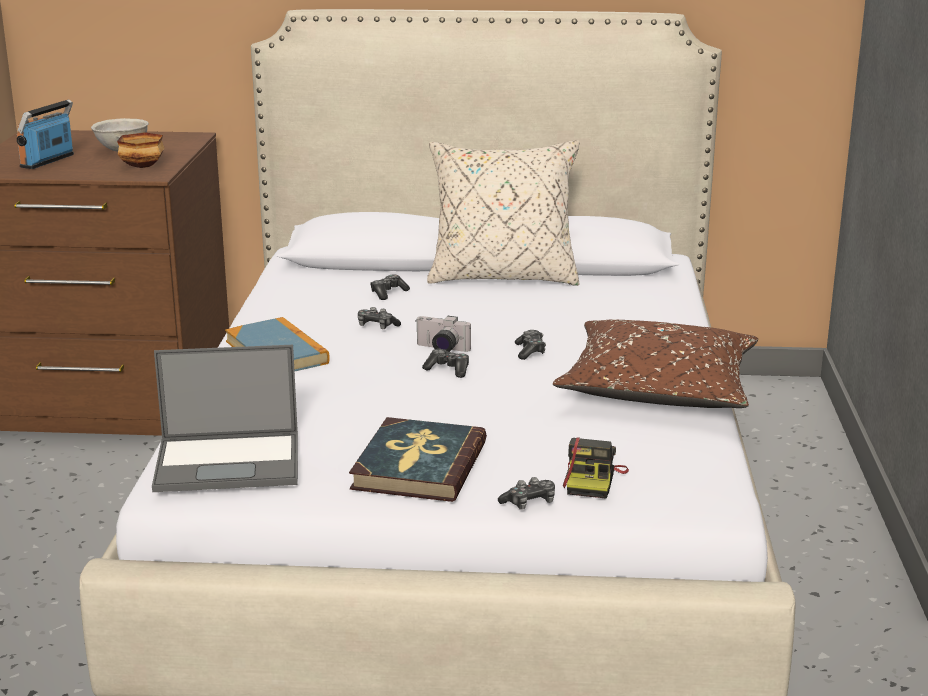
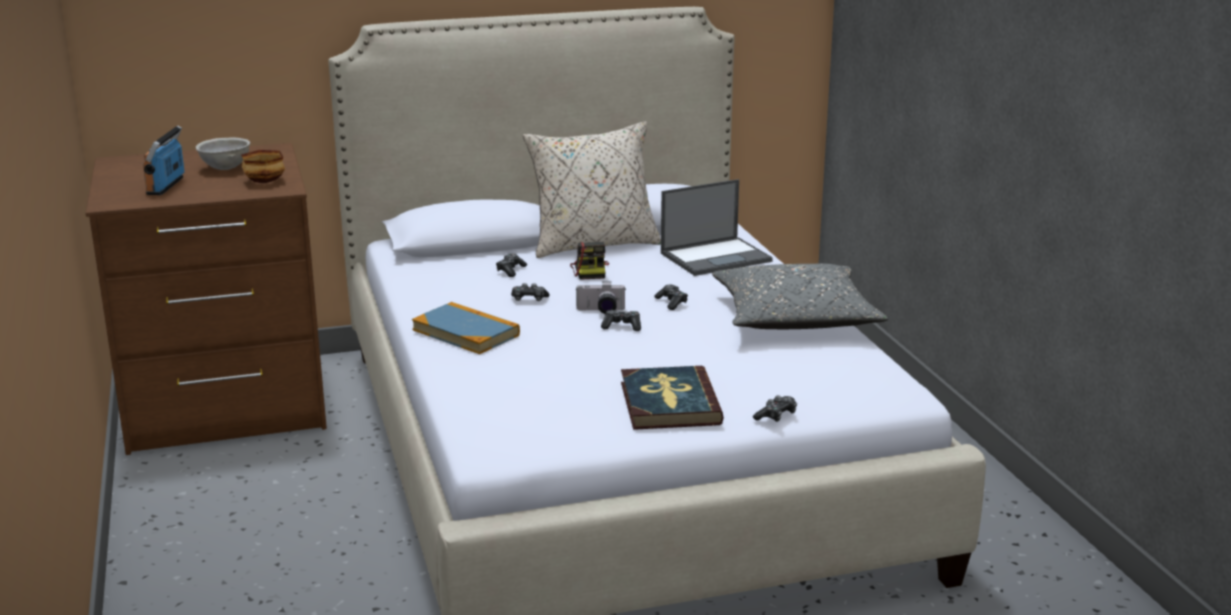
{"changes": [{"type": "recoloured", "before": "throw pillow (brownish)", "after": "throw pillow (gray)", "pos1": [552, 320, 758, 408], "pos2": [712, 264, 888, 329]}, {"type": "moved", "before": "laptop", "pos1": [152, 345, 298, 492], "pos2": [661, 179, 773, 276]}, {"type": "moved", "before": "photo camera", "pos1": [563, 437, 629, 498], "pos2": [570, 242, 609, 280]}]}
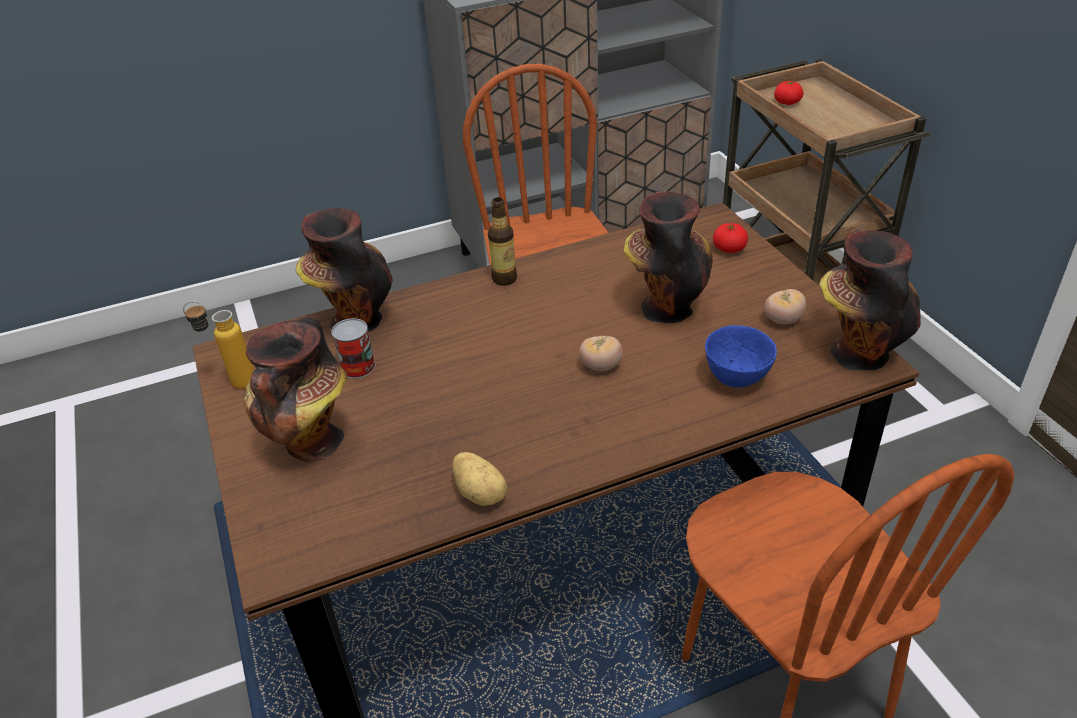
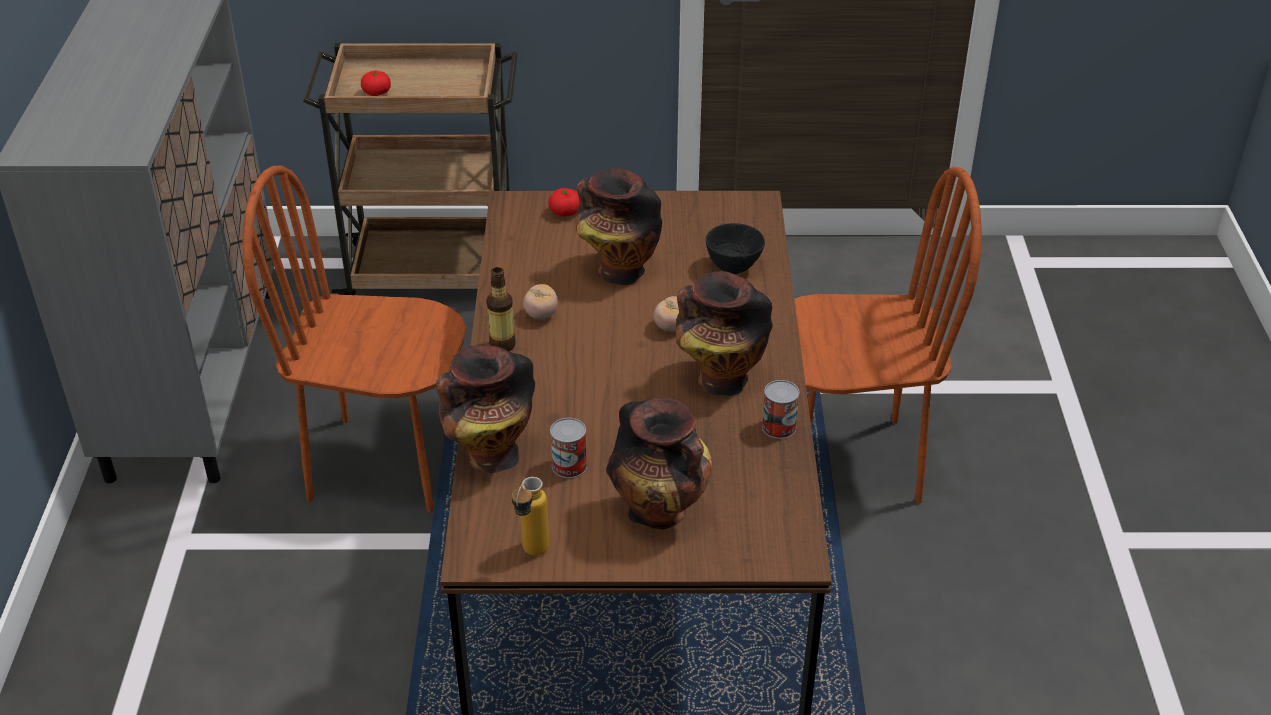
{"changes": [{"type": "moved", "before": "flower vase", "pos1": [819, 230, 921, 370], "pos2": [676, 271, 773, 396]}, {"type": "moved", "before": "tomato", "pos1": [765, 289, 806, 324], "pos2": [523, 284, 558, 320]}, {"type": "recoloured", "before": "deep dish (blue)", "after": "deep dish (black)", "pos1": [705, 325, 777, 387], "pos2": [706, 223, 765, 274]}, {"type": "replaced", "before": "potato", "after": "sealed can", "pos1": [452, 452, 508, 506], "pos2": [762, 380, 800, 439]}]}
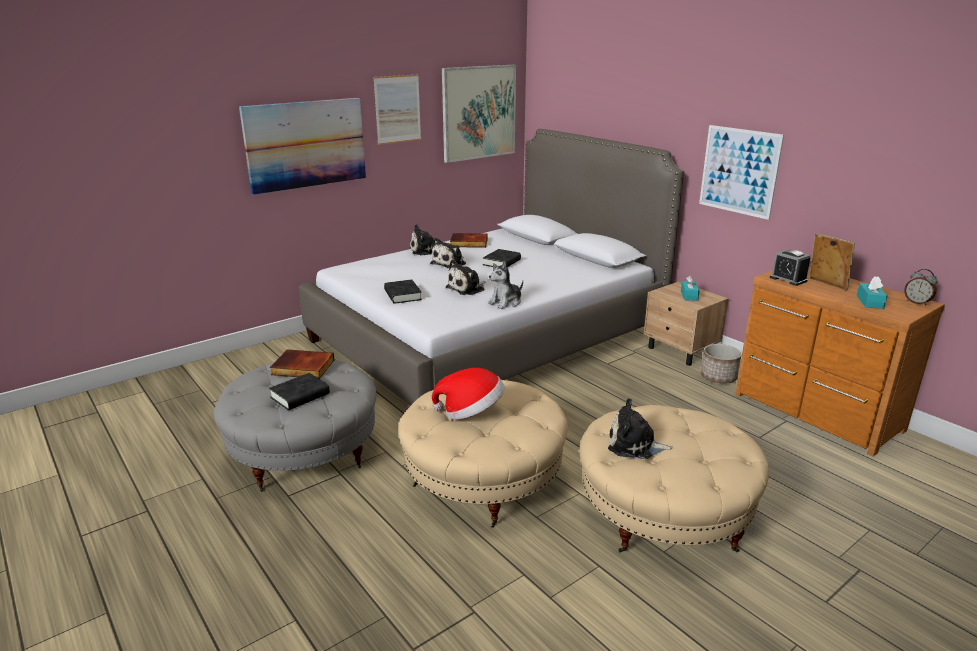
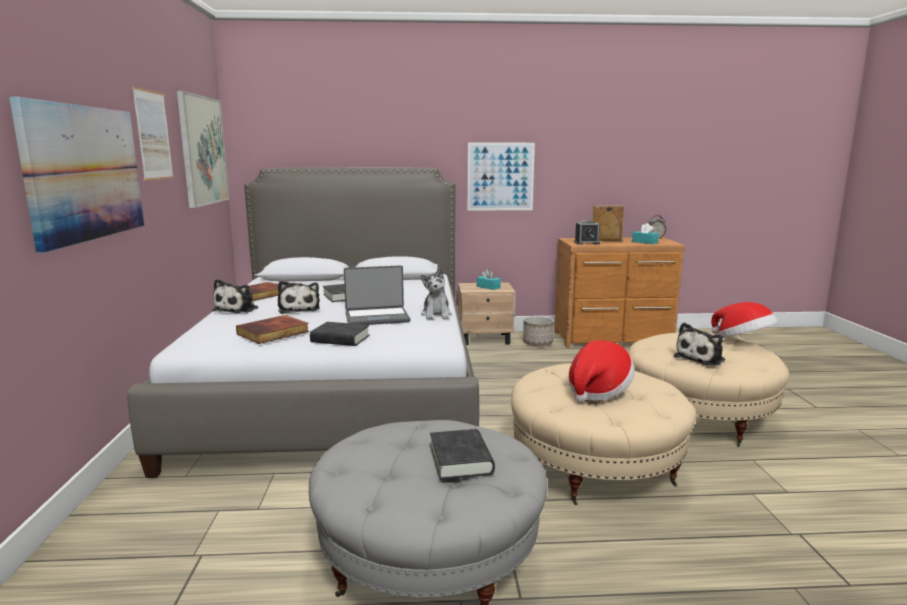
{"changes": [{"type": "replaced", "before": "soft toy", "after": "laptop", "pos1": [445, 260, 486, 295], "pos2": [344, 265, 410, 325]}, {"type": "moved", "before": "bound book", "pos1": [270, 349, 334, 379], "pos2": [236, 315, 309, 344]}, {"type": "added", "after": "wearable hat", "pos2": [711, 302, 778, 338]}]}
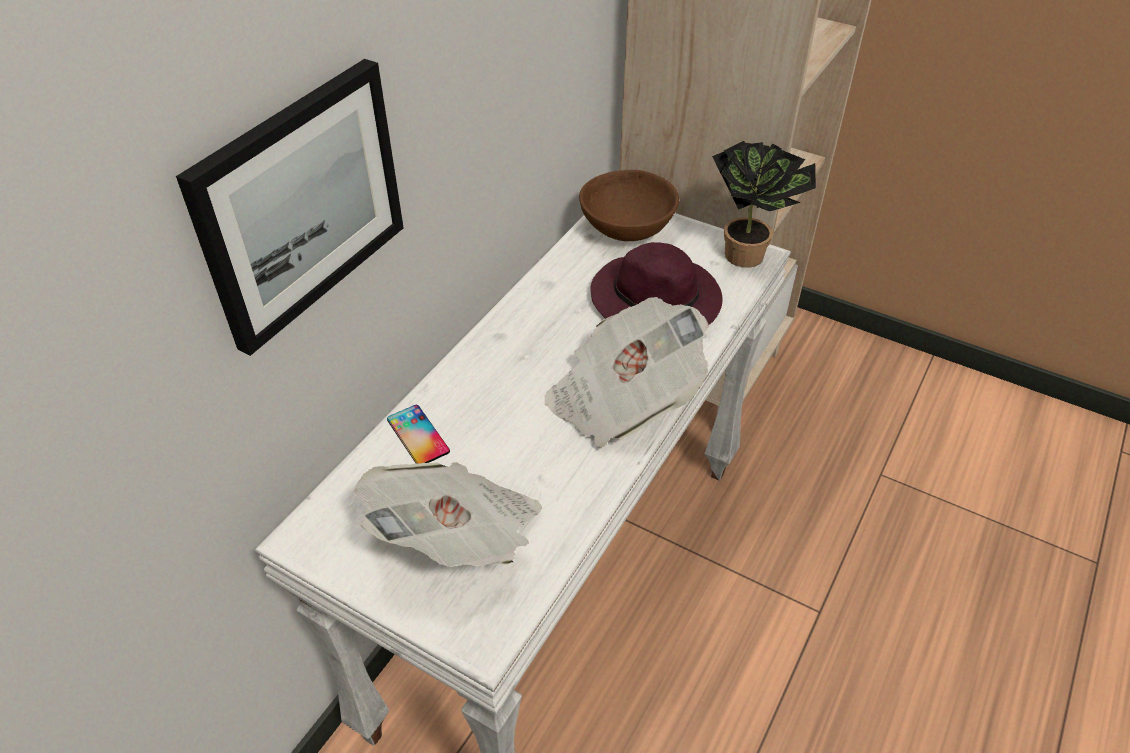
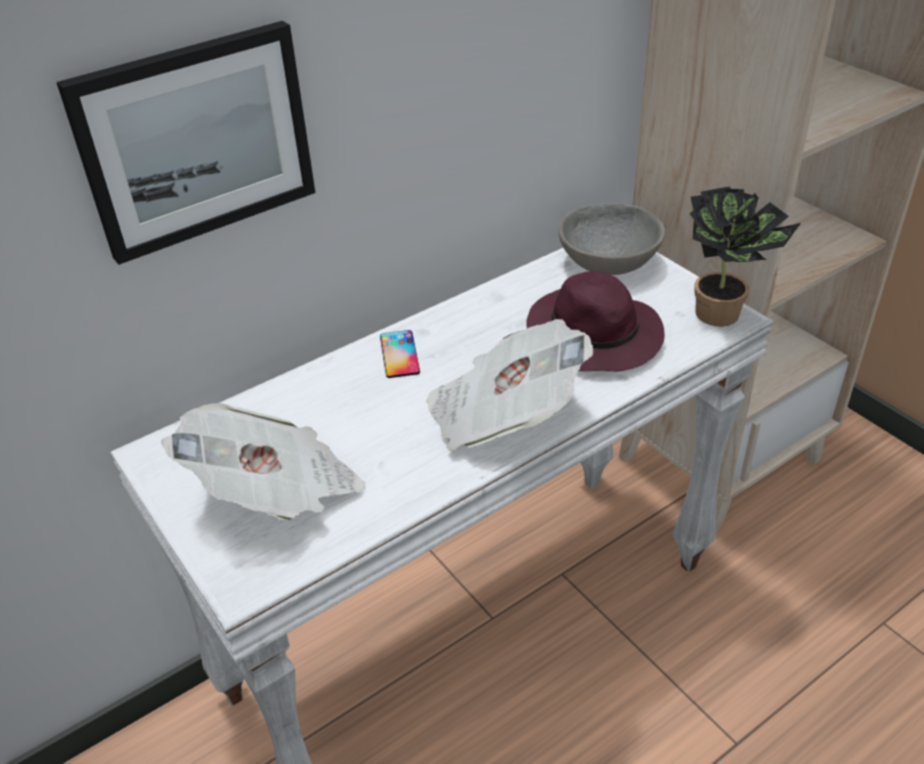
{"changes": [{"type": "recoloured", "before": "deep dish (brownish)", "after": "deep dish (gray)", "pos1": [579, 170, 679, 241], "pos2": [558, 203, 665, 275]}, {"type": "moved", "before": "phone", "pos1": [387, 405, 450, 464], "pos2": [380, 330, 420, 378]}]}
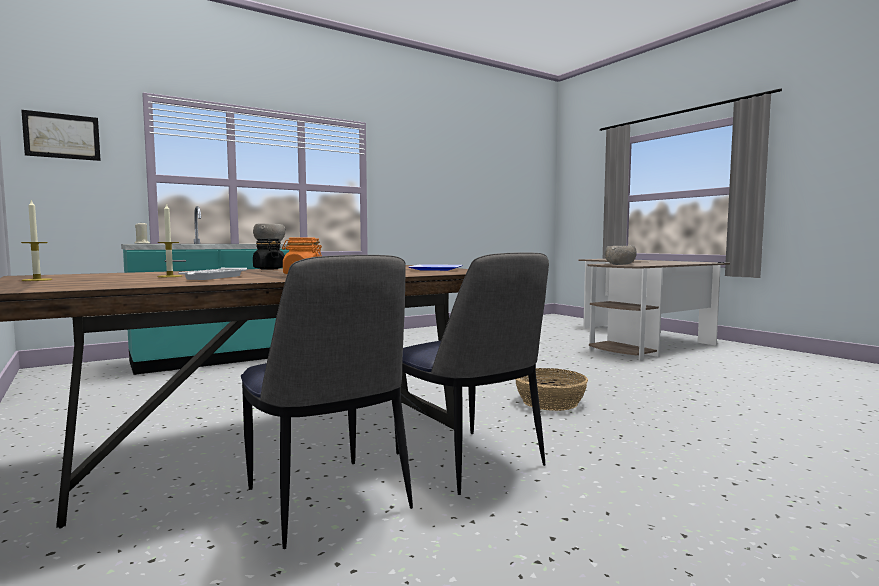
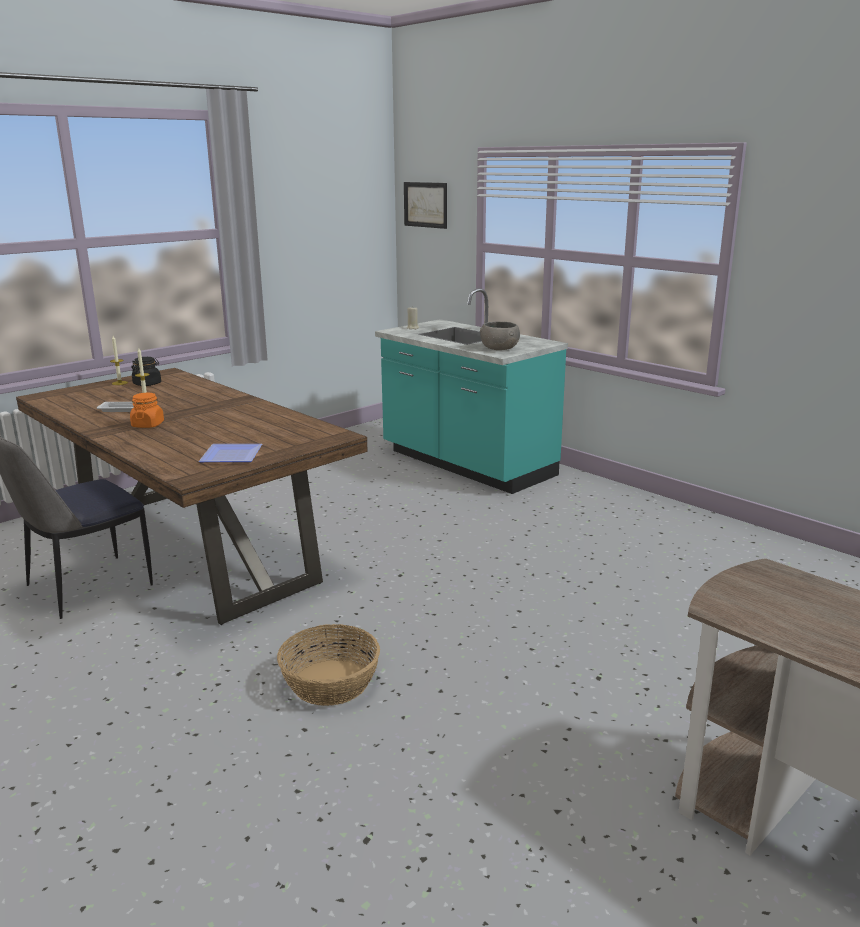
{"changes": [{"type": "moved", "before": "storage jar (black)", "pos1": [253, 238, 285, 270], "pos2": [131, 357, 161, 386]}, {"type": "removed", "before": "deep dish (gray)", "pos1": [605, 246, 637, 265]}, {"type": "removed", "before": "chair", "pos1": [394, 252, 549, 495]}]}
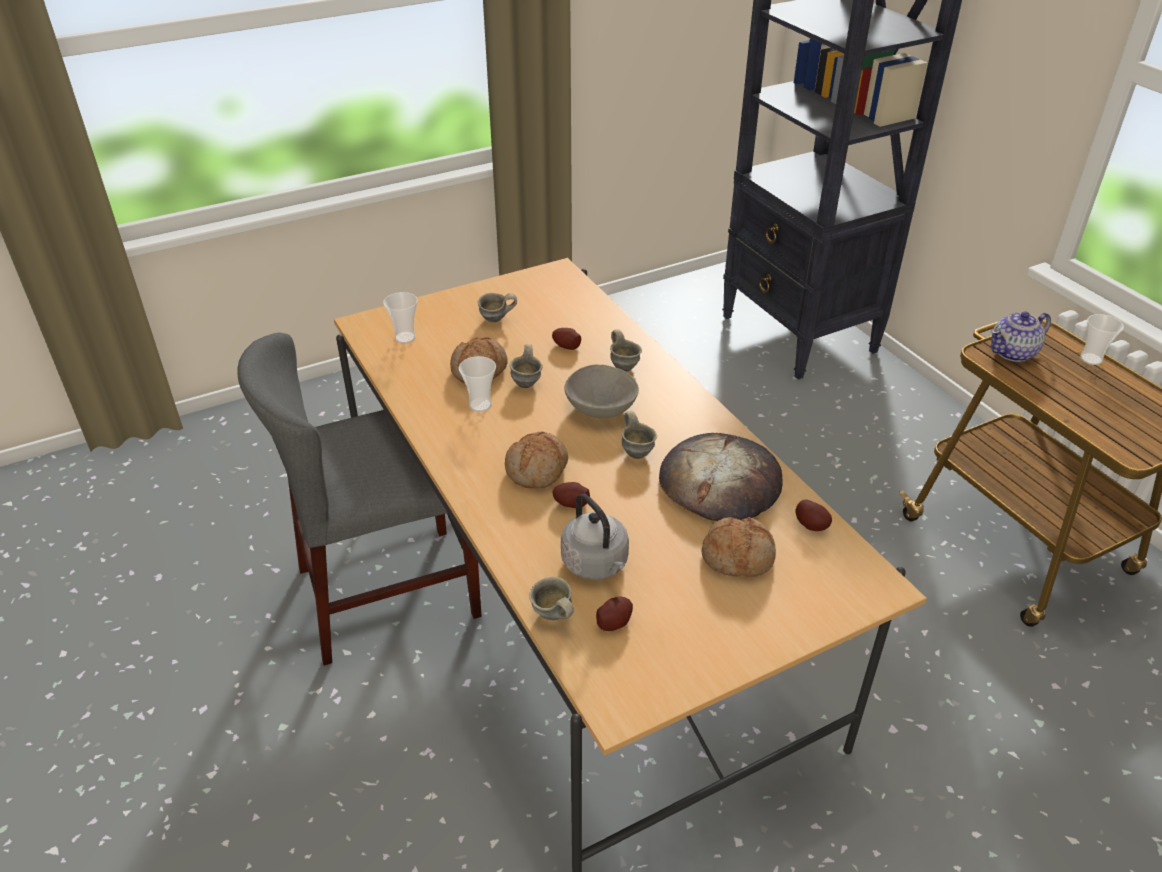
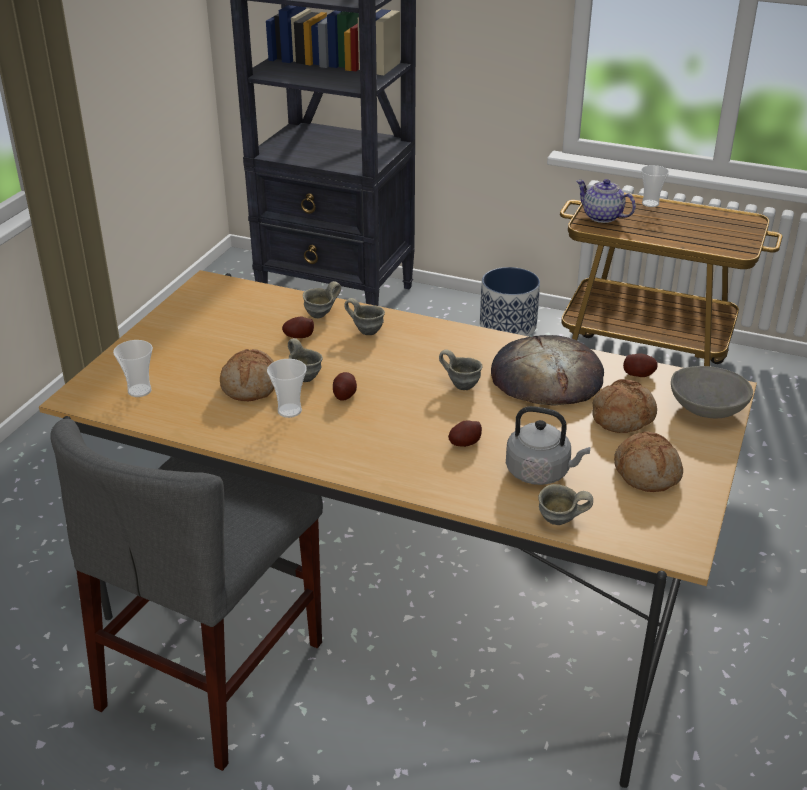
{"changes": [{"type": "moved", "before": "tea mug (gray)", "pos1": [478, 293, 517, 322], "pos2": [303, 281, 341, 318]}, {"type": "turned", "before": "pot for tea", "pos1": [991, 311, 1051, 362], "pos2": [576, 179, 636, 223], "turn": 105}, {"type": "moved", "before": "deep dish (gray)", "pos1": [564, 364, 639, 418], "pos2": [671, 366, 753, 418]}, {"type": "moved", "before": "bread", "pos1": [505, 431, 568, 488], "pos2": [614, 431, 683, 492]}, {"type": "moved", "before": "potato", "pos1": [596, 596, 633, 631], "pos2": [333, 372, 357, 401]}, {"type": "added", "after": "plant pot", "pos2": [480, 267, 540, 336]}]}
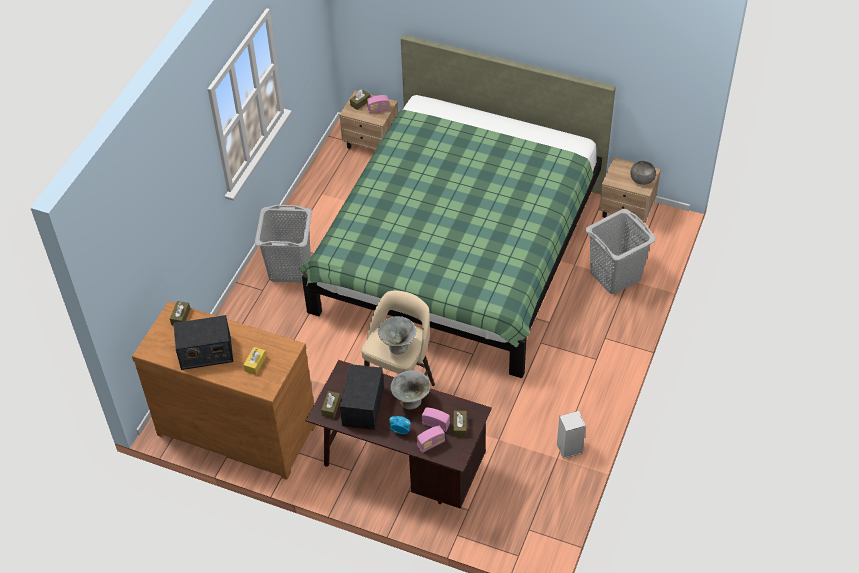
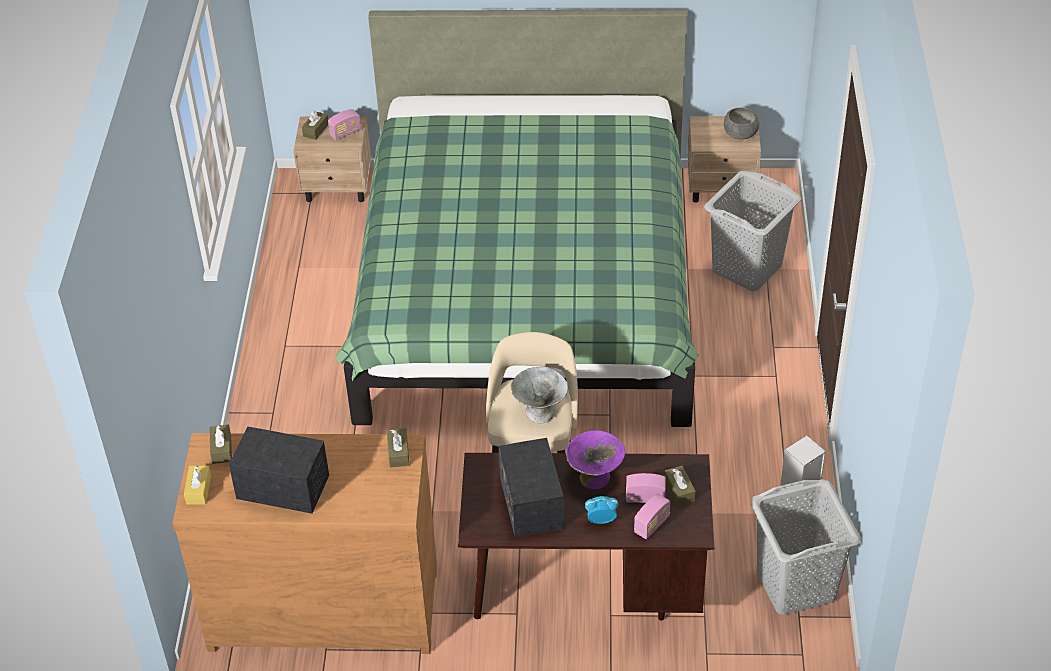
{"changes": [{"type": "moved", "before": "hamper (gray)", "pos1": [255, 205, 312, 283], "pos2": [750, 479, 861, 615]}, {"type": "turned", "before": "radio", "pos1": [174, 315, 233, 370], "pos2": [229, 426, 329, 514], "turn": -135}, {"type": "moved", "before": "tissue box (yellow-coloured)", "pos1": [243, 347, 266, 375], "pos2": [184, 465, 211, 505]}, {"type": "recoloured", "before": "deep dish (gray)", "after": "deep dish (purple-coloured)", "pos1": [390, 370, 430, 410], "pos2": [566, 430, 626, 489]}, {"type": "moved", "before": "tissue box (brownish)", "pos1": [321, 391, 341, 418], "pos2": [387, 428, 409, 468]}]}
